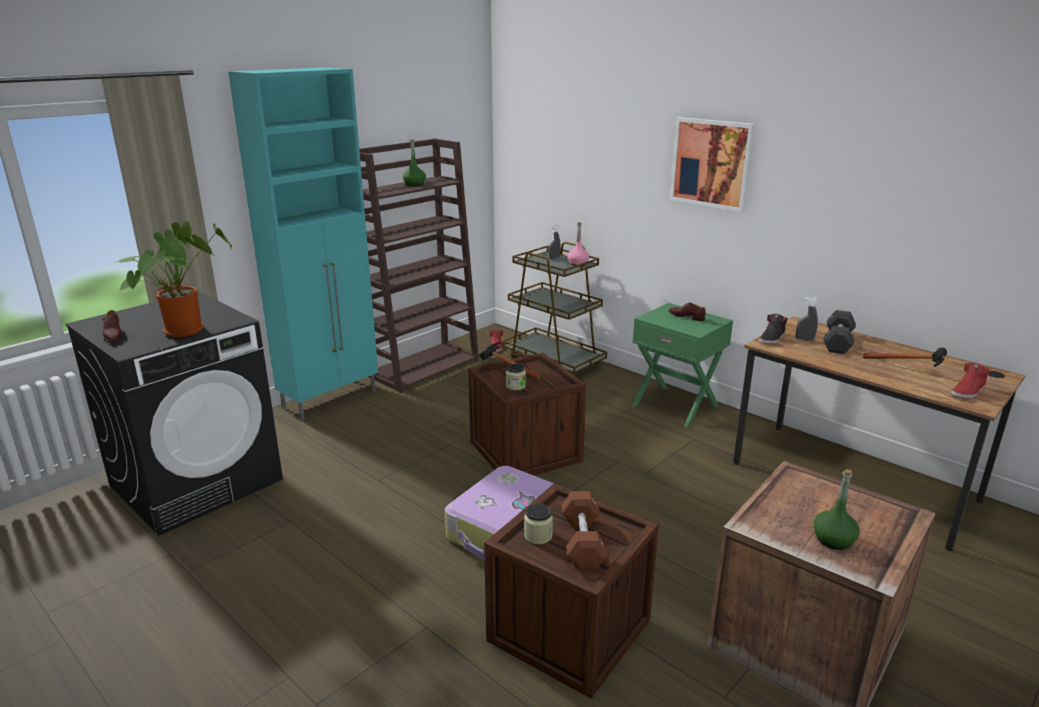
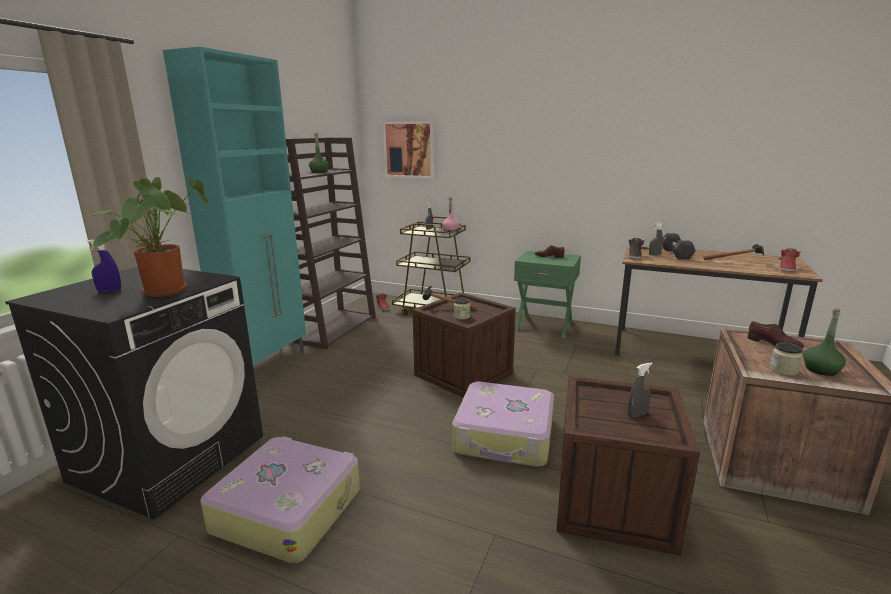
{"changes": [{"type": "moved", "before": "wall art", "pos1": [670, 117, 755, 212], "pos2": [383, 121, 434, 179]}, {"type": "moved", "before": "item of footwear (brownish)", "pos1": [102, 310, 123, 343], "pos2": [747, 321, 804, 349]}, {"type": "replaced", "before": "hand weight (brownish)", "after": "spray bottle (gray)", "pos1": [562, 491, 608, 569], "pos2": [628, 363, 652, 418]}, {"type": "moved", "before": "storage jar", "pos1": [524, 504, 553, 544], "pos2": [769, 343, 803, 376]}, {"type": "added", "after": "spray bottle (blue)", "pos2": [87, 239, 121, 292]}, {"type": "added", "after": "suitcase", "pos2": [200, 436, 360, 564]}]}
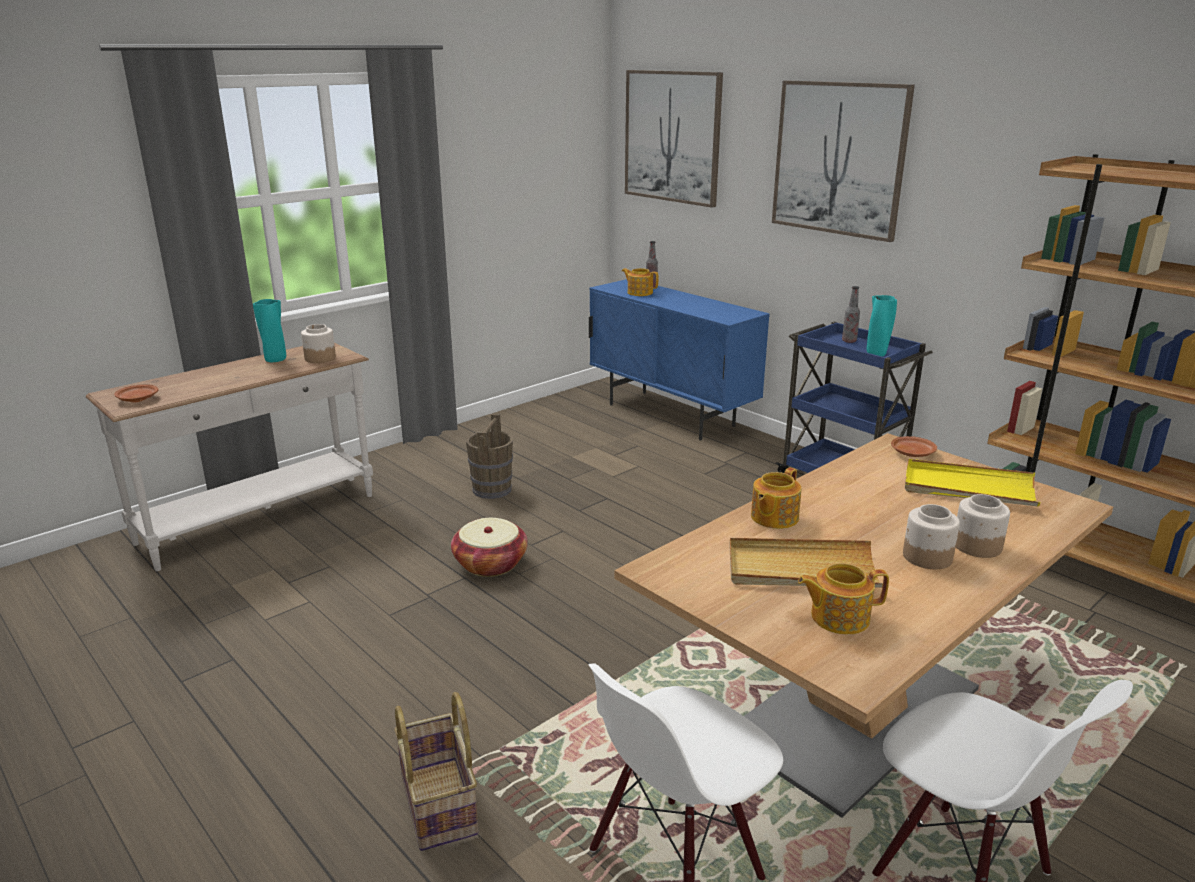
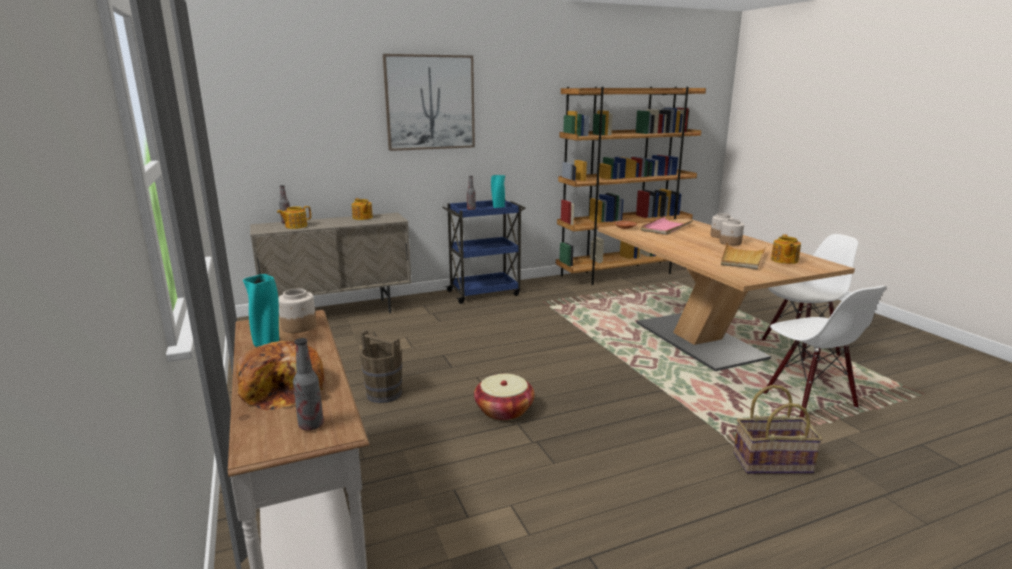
{"changes": [{"type": "removed", "before": "wall art", "pos1": [625, 70, 723, 208]}, {"type": "recoloured", "before": "storage cabinet (blue)", "after": "storage cabinet (sand-coloured)", "pos1": [589, 279, 770, 441], "pos2": [250, 213, 412, 313]}, {"type": "replaced", "before": "plate (brownish)", "after": "drink bottle", "pos1": [114, 384, 159, 402], "pos2": [293, 338, 324, 431]}, {"type": "recoloured", "before": "serving tray (yellow-coloured)", "after": "serving tray (pink-coloured)", "pos1": [905, 459, 1040, 507], "pos2": [640, 216, 693, 235]}, {"type": "moved", "before": "pot for tea", "pos1": [751, 467, 801, 529], "pos2": [352, 198, 373, 220]}, {"type": "added", "after": "bread", "pos2": [236, 341, 325, 411]}]}
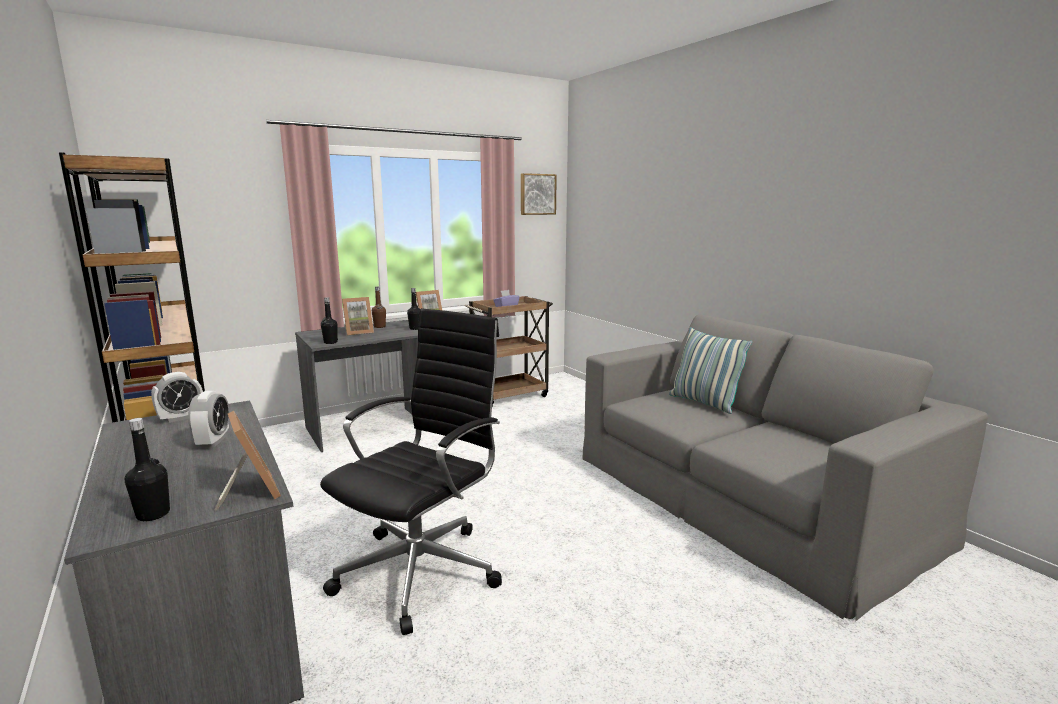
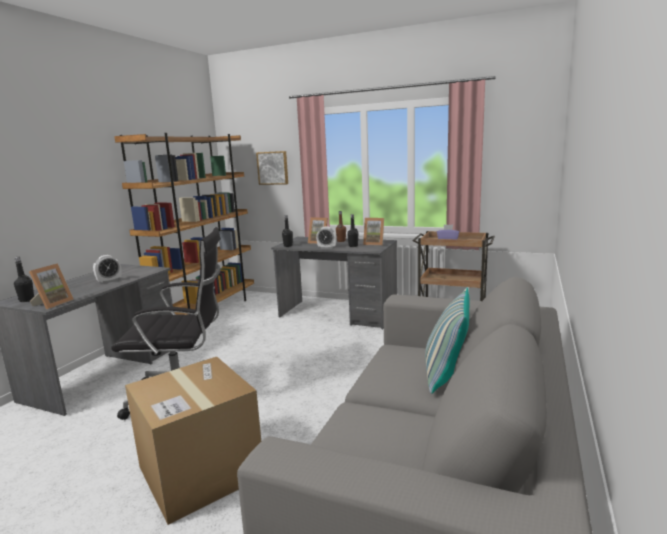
{"changes": [{"type": "moved", "before": "wall art", "pos1": [521, 173, 557, 215], "pos2": [256, 151, 288, 185]}, {"type": "moved", "before": "bedside clock", "pos1": [151, 372, 203, 423], "pos2": [316, 226, 337, 249]}, {"type": "added", "after": "cardboard box", "pos2": [125, 357, 261, 525]}]}
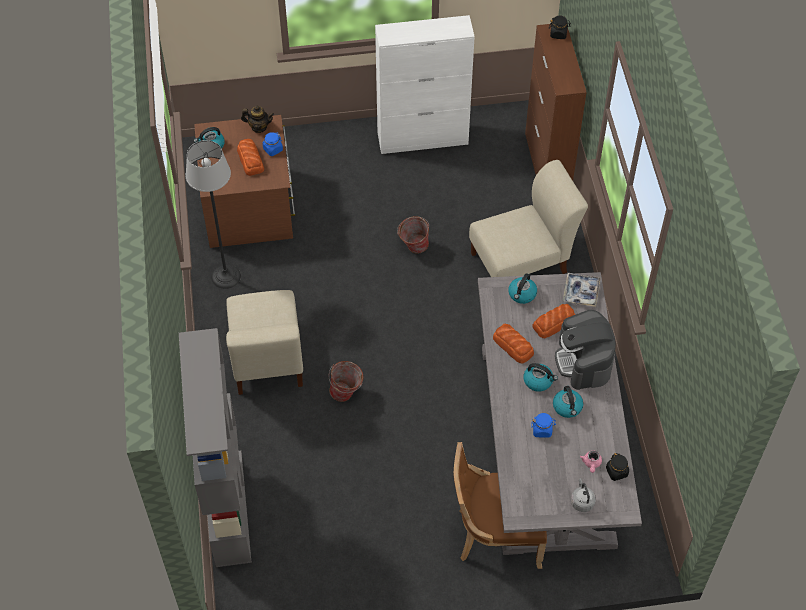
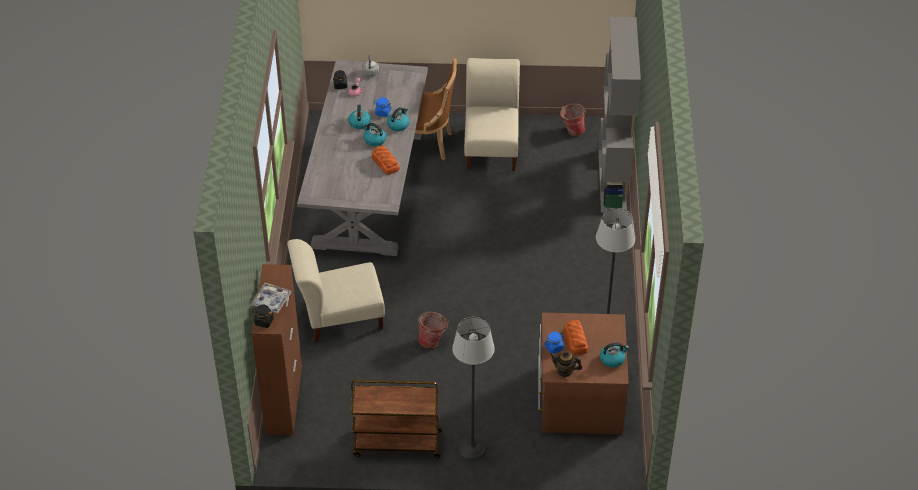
{"changes": [{"type": "replaced", "before": "storage cabinet (white-coloured)", "after": "wheeled cart (brownish)", "pos1": [375, 15, 475, 154], "pos2": [351, 380, 442, 458]}, {"type": "moved", "before": "kettle", "pos1": [508, 273, 537, 304], "pos2": [387, 107, 409, 131]}, {"type": "moved", "before": "serving tray", "pos1": [563, 273, 601, 307], "pos2": [250, 283, 291, 313]}, {"type": "moved", "before": "chair (sand-coloured)", "pos1": [226, 290, 303, 395], "pos2": [464, 58, 520, 171]}, {"type": "removed", "before": "bread", "pos1": [533, 304, 575, 338]}, {"type": "removed", "before": "coffee brewer", "pos1": [555, 310, 616, 390]}, {"type": "moved", "before": "pail", "pos1": [329, 361, 364, 402], "pos2": [560, 104, 586, 136]}, {"type": "added", "after": "standard lamp", "pos2": [452, 317, 495, 460]}]}
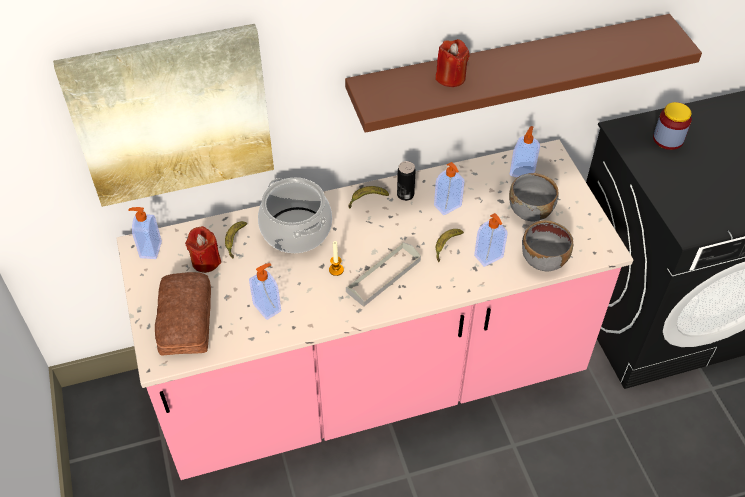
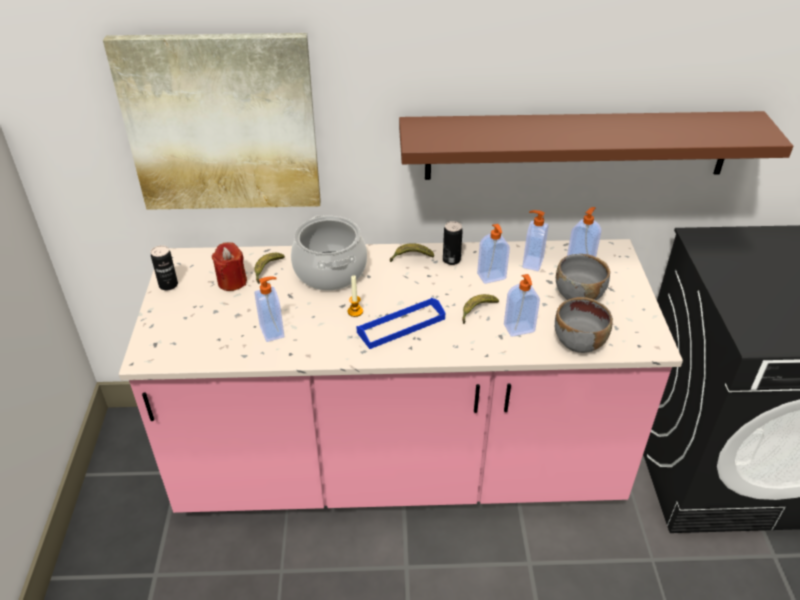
{"changes": [{"type": "removed", "before": "wax candle (reddish)", "pos1": [435, 39, 470, 87]}, {"type": "removed", "before": "storage jar", "pos1": [653, 102, 692, 150]}, {"type": "moved", "before": "liquid soap bottle", "pos1": [128, 207, 162, 259], "pos2": [522, 210, 549, 271]}, {"type": "recoloured", "before": "serving tray (gray)", "after": "serving tray (blue)", "pos1": [346, 242, 421, 307], "pos2": [356, 298, 445, 349]}, {"type": "removed", "before": "bread", "pos1": [155, 272, 211, 356]}, {"type": "added", "after": "sealed can", "pos2": [151, 245, 178, 290]}]}
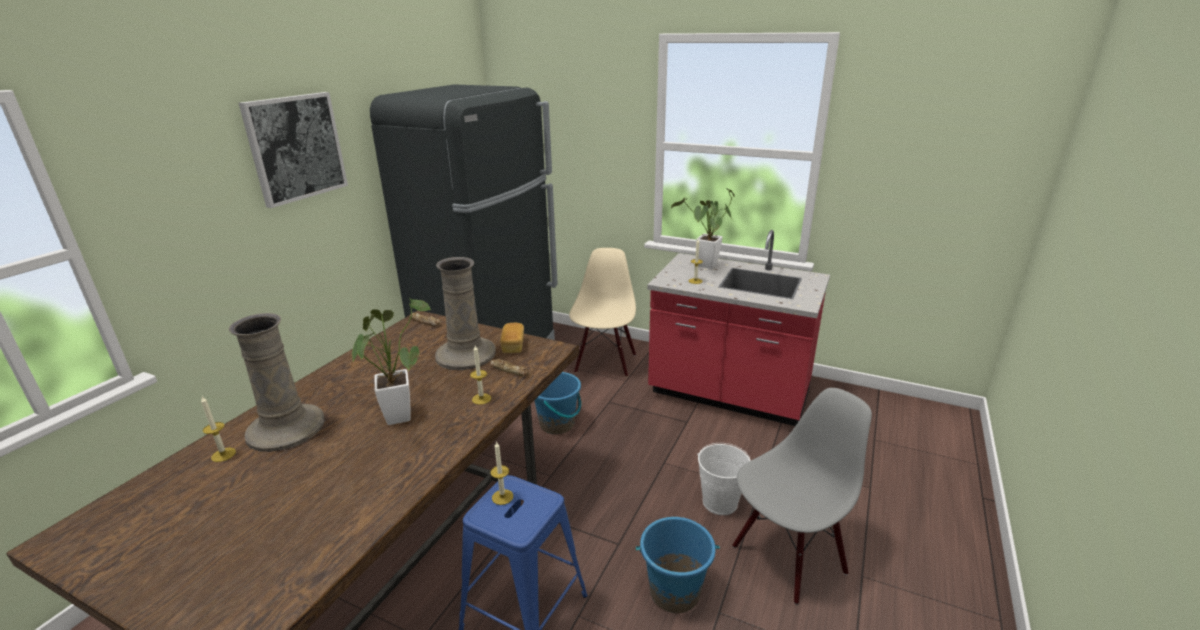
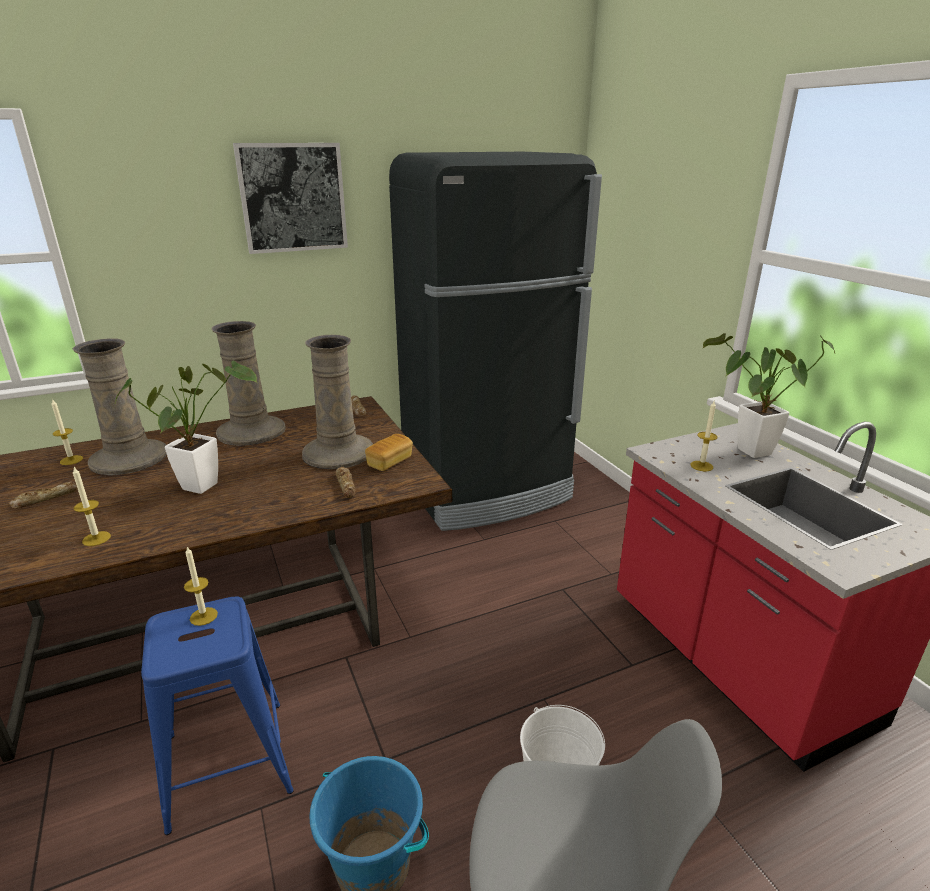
{"changes": [{"type": "removed", "before": "chair (sand-coloured)", "pos1": [569, 248, 636, 377]}, {"type": "moved", "before": "wax candle", "pos1": [470, 346, 491, 405], "pos2": [73, 467, 111, 546]}, {"type": "removed", "before": "pail (blue)", "pos1": [534, 372, 581, 434]}, {"type": "added", "after": "flower vase (sand-coloured)", "pos2": [211, 321, 286, 446]}, {"type": "added", "after": "bread", "pos2": [9, 482, 78, 508]}]}
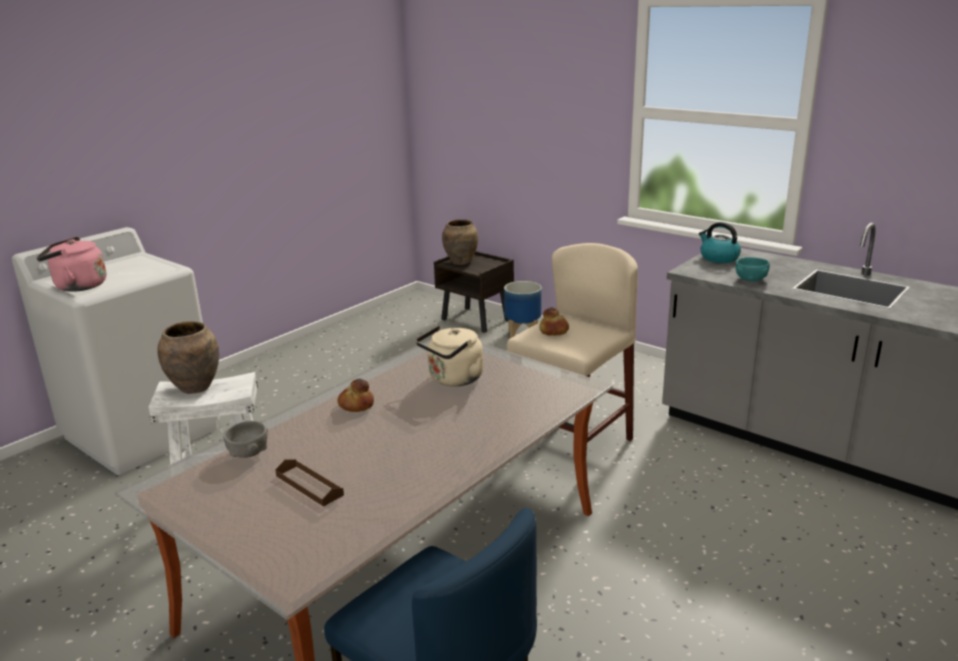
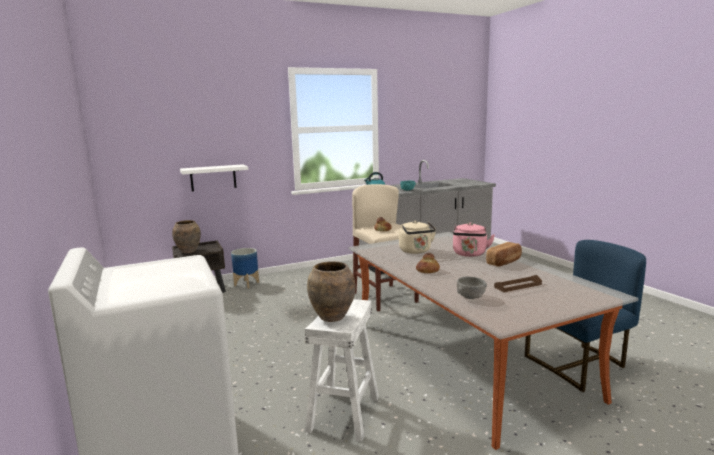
{"changes": [{"type": "moved", "before": "kettle (pink-coloured)", "pos1": [36, 237, 107, 292], "pos2": [453, 222, 495, 257]}, {"type": "added", "after": "wall shelf (white-coloured)", "pos2": [180, 164, 248, 191]}, {"type": "added", "after": "bread", "pos2": [486, 242, 522, 267]}]}
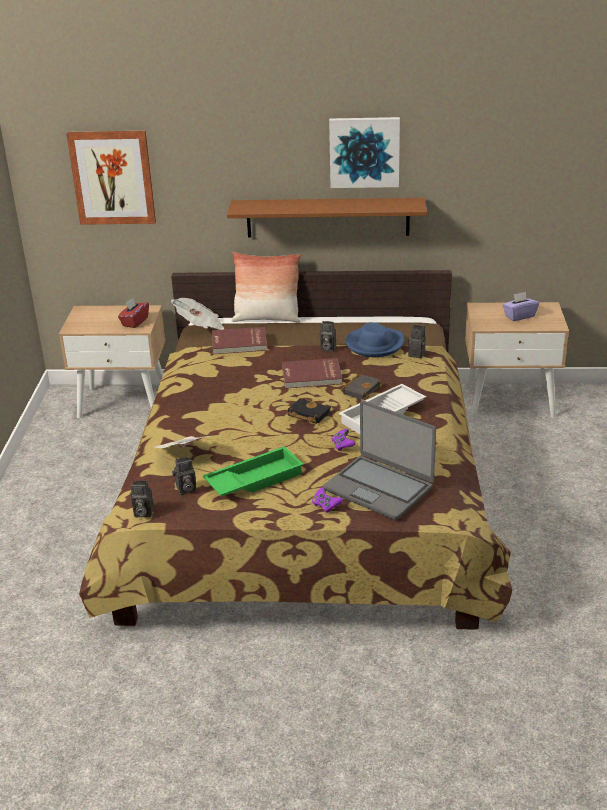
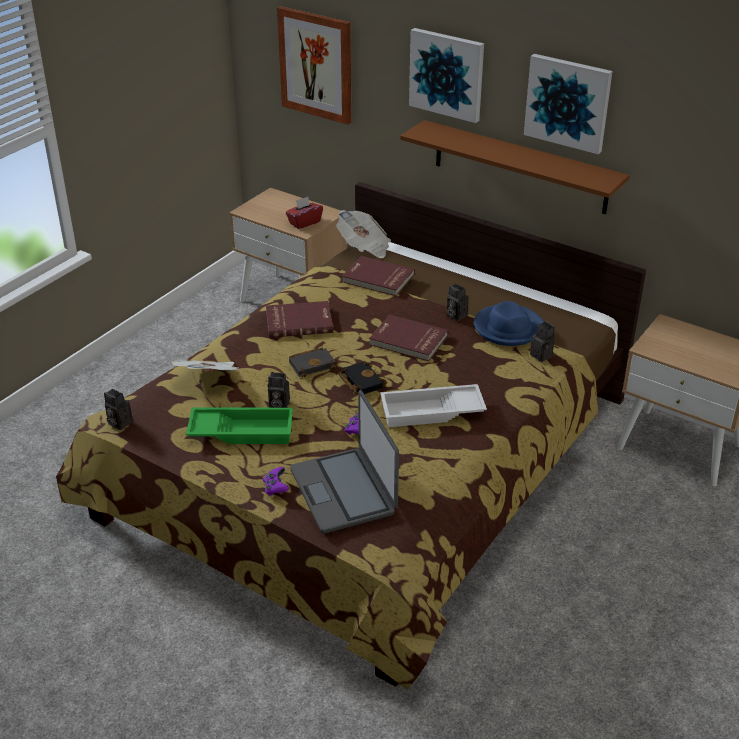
{"changes": [{"type": "removed", "before": "throw pillow", "pos1": [231, 252, 301, 322]}, {"type": "removed", "before": "tissue box (purple-coloured)", "pos1": [503, 292, 539, 321]}, {"type": "moved", "before": "bound book (black)", "pos1": [341, 374, 384, 400], "pos2": [289, 347, 336, 378]}, {"type": "moved", "before": "photo camera", "pos1": [172, 456, 196, 495], "pos2": [268, 372, 290, 408]}, {"type": "added", "after": "wall art", "pos2": [409, 28, 484, 123]}, {"type": "added", "after": "bound book (reddish)", "pos2": [266, 301, 333, 338]}]}
